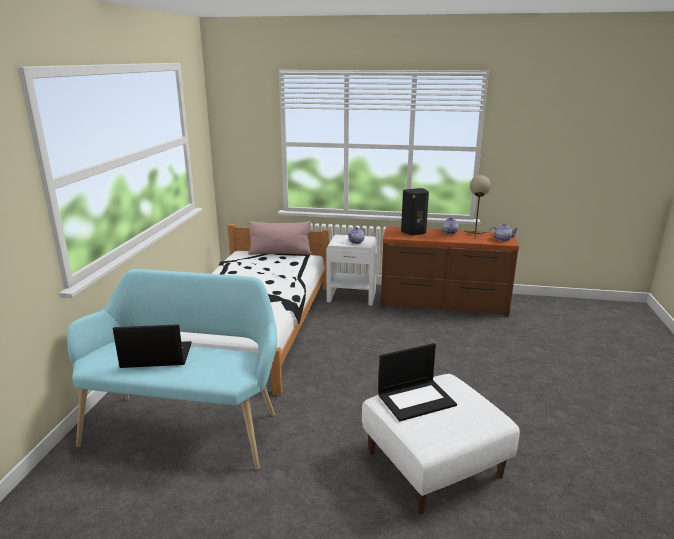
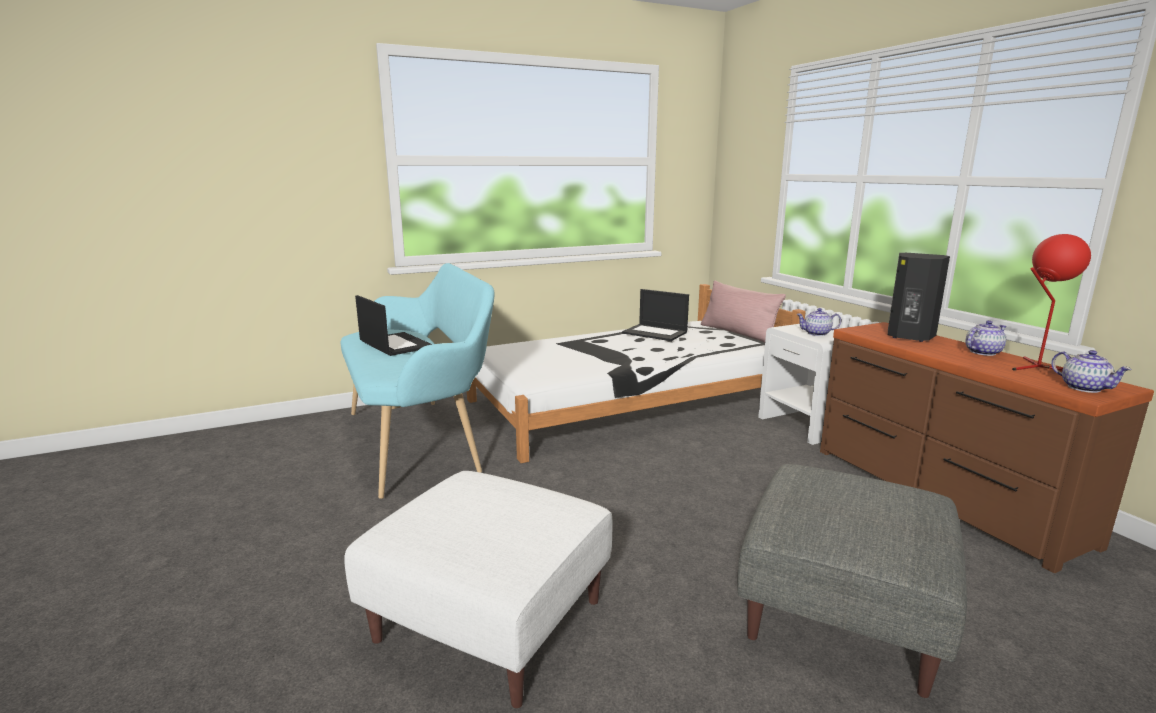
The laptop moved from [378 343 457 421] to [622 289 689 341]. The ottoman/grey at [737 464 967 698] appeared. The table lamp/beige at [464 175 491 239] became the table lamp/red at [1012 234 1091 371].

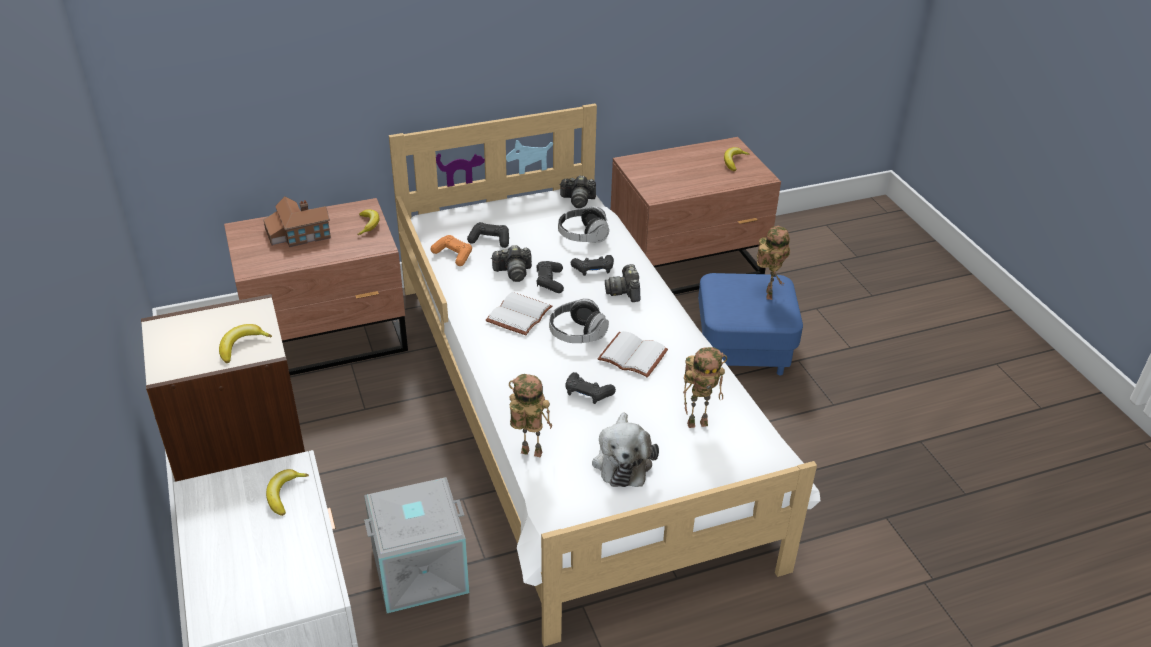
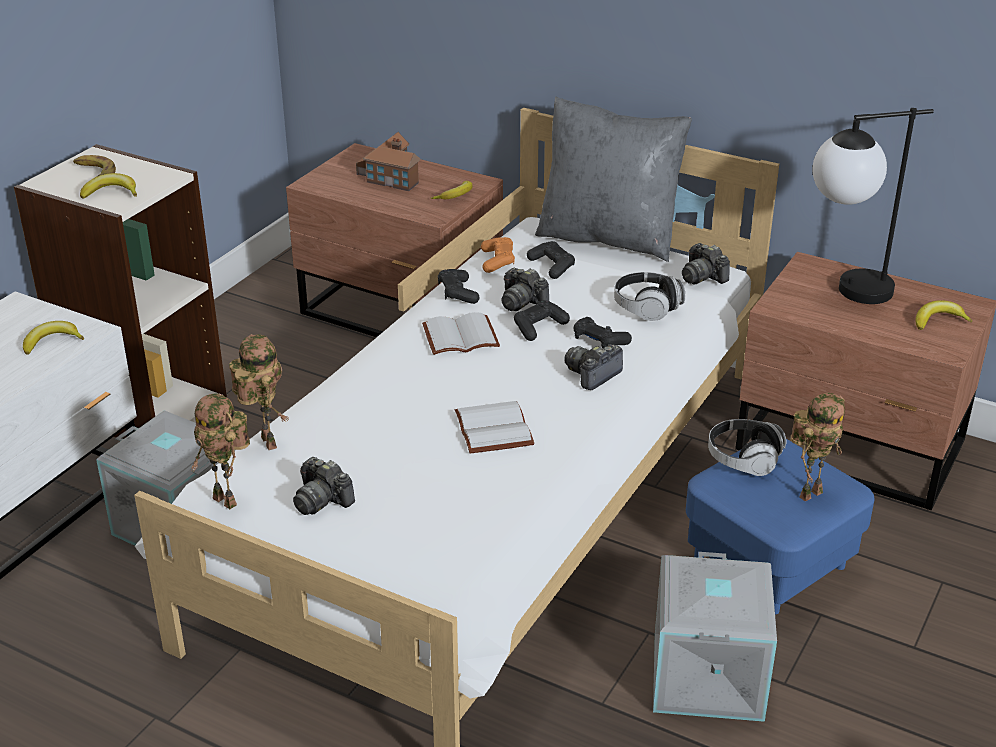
The banana at [73 155 116 177] appeared. The toy robot moved from [683 347 727 428] to [191 393 250 509]. The plush toy at [592 412 659 487] was replaced by the photo camera at [293 457 355 515]. The game controller/black moved from [566 372 616 404] to [438 269 480 304]. The pillow/grey at [535 97 692 262] appeared. The storage box/grey at [653 552 777 722] appeared. The headphones moved from [549 298 609 343] to [708 419 786 476]. The table lamp at [812 108 934 304] appeared.

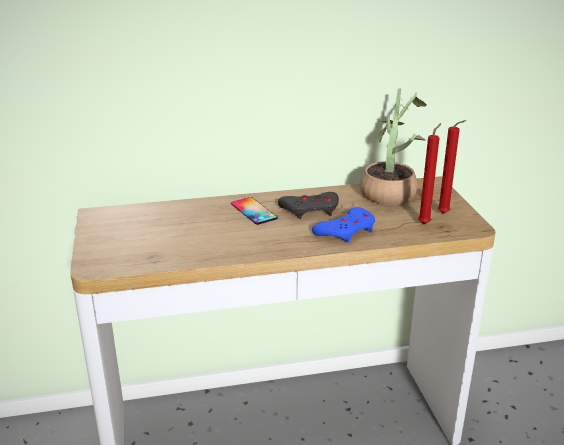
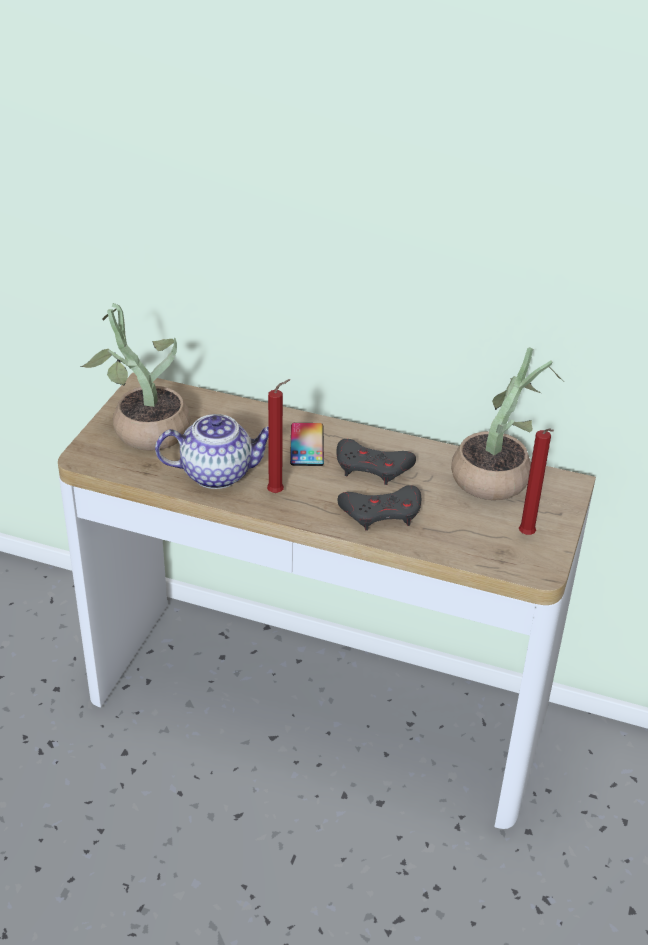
The potted plant at [80 303 190 451] appeared. The teapot at [155 414 268 489] appeared. The candle/red moved from [418 123 441 224] to [267 379 290 493]. The game controller/blue at [312 207 375 243] became the game controller/grey at [338 485 421 530].

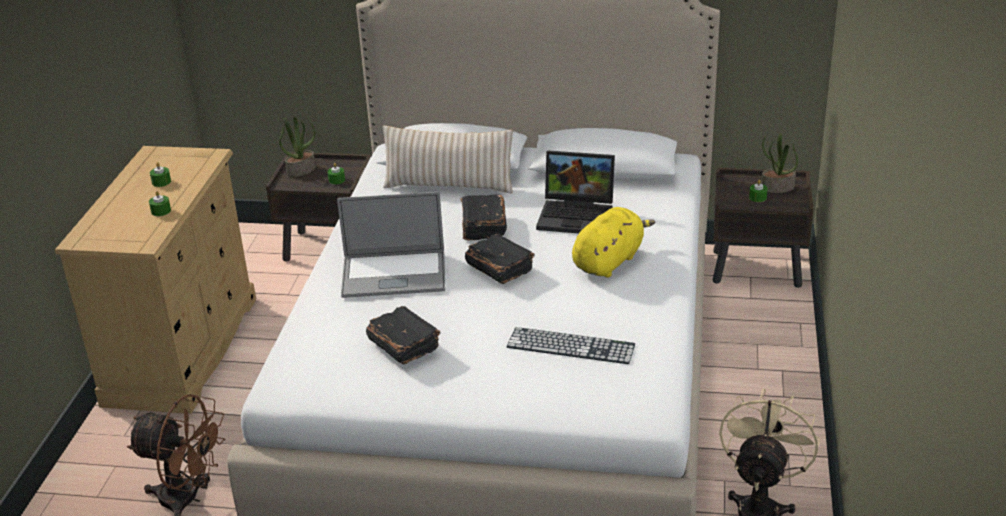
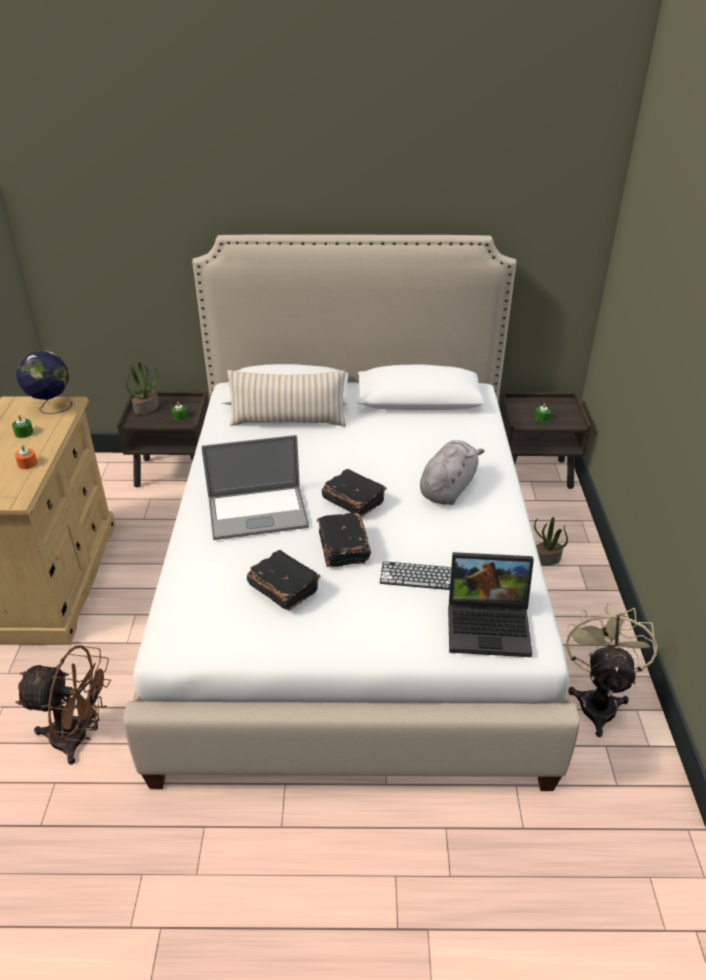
The candle/green at [149 191 171 216] became the candle/orange at [15 445 37 469]. The globe at [16 350 73 414] appeared. The book/black moved from [461 194 507 241] to [317 513 371 567]. The plush toy/yellow at [572 207 655 278] became the plush toy/grey at [420 440 484 505]. The laptop moved from [536 150 615 234] to [448 552 534 657]. The potted plant moved from [761 133 798 193] to [534 517 568 566].

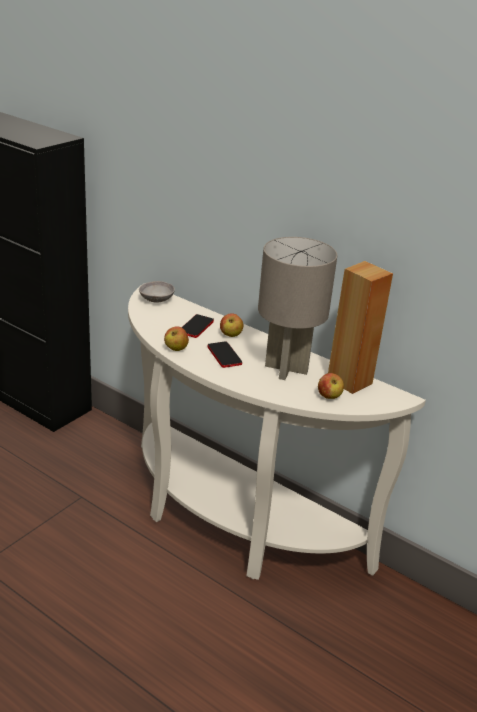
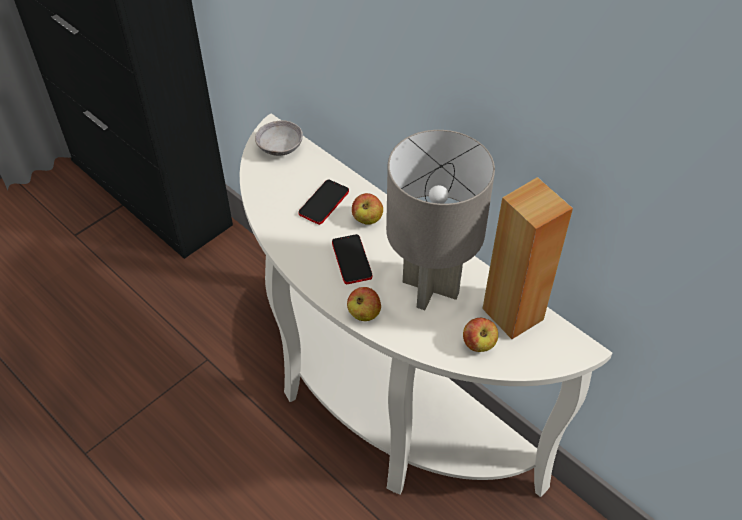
The apple moved from [164 326 189 351] to [347 287 381 321].

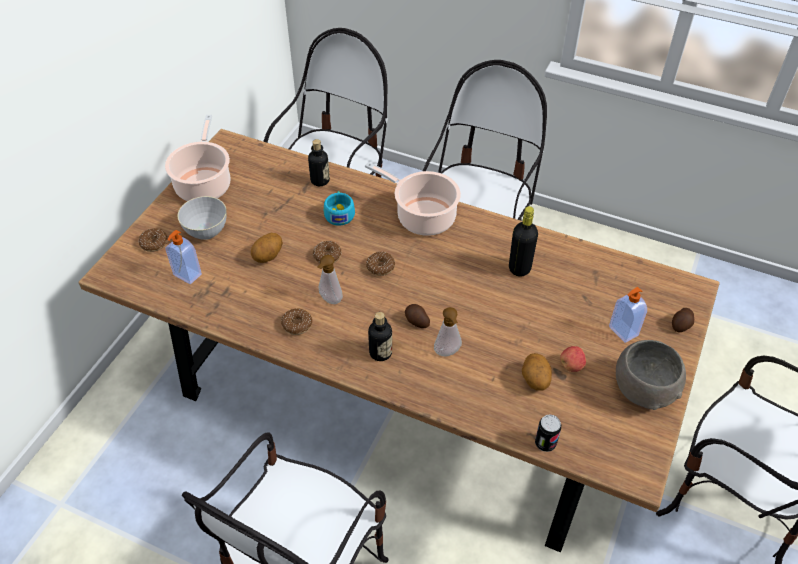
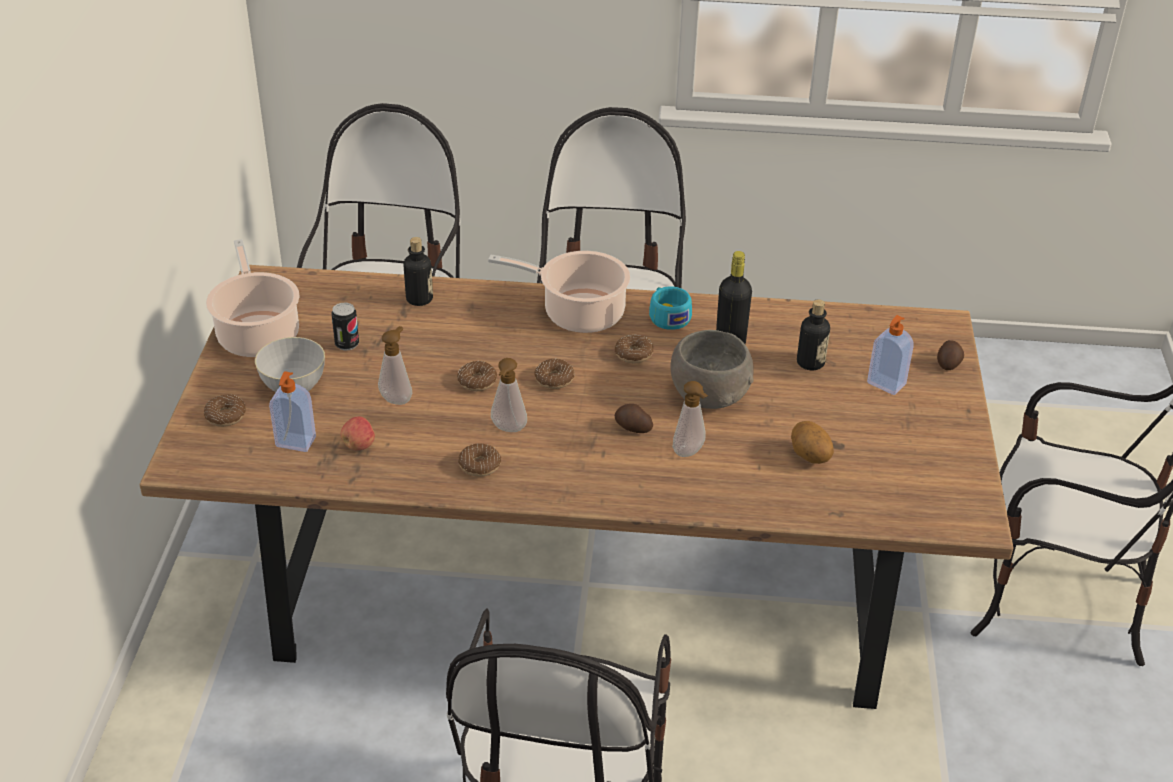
The can moved from [535 414 561 452] to [332 302 359 351]. The apple moved from [560 346 586 372] to [341 417 375 450]. The potato at [251 233 283 263] was replaced by the soap dispenser at [378 326 412 405]. The donut at [615 335 654 363] appeared. The cup/turquoise moved from [324 191 355 226] to [649 287 692 330]. The bowl/grey moved from [616 340 686 410] to [670 330 754 409]. The bottle moved from [368 312 392 361] to [797 299 830 370].

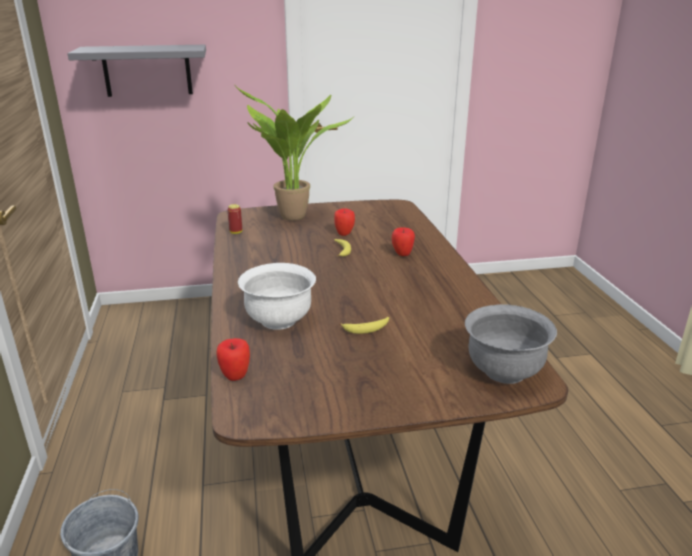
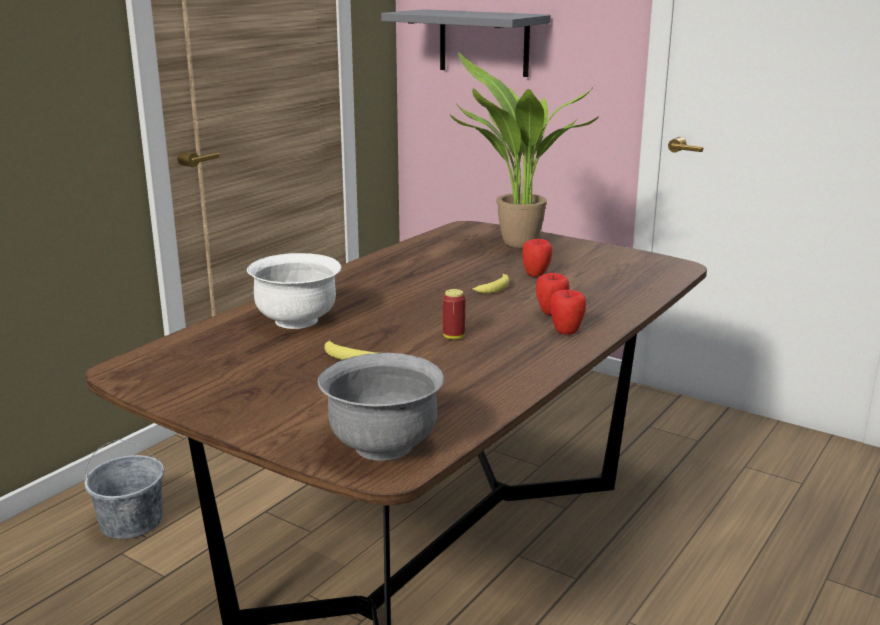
The can moved from [228 204 242 234] to [443 289 466 340]. The apple moved from [216 338 250 381] to [550 290 586 335].

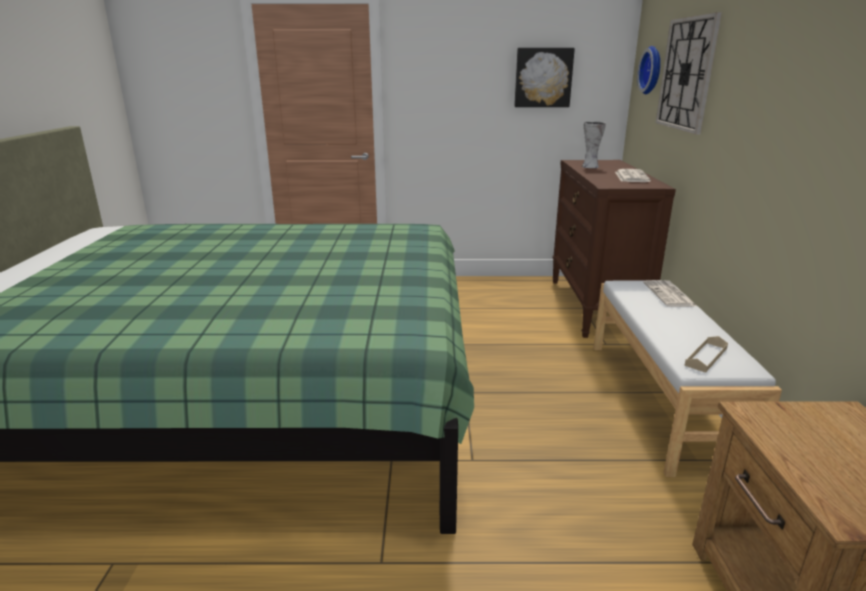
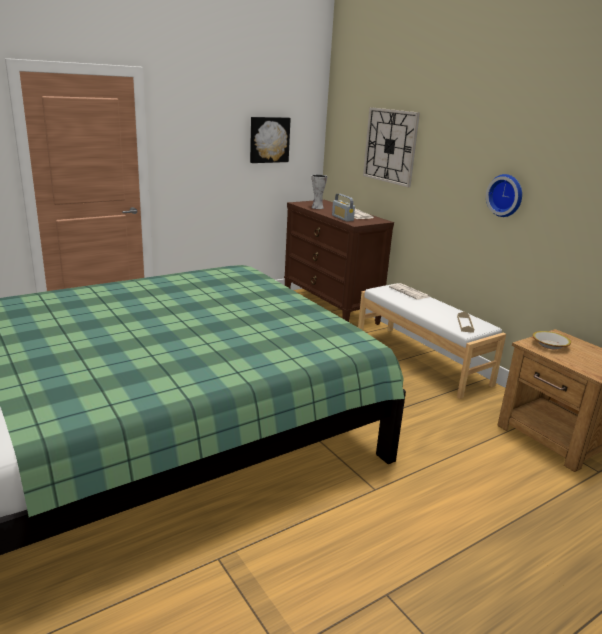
The radio at [332 194 355 221] appeared. The wall clock moved from [637 46 660 94] to [486 174 522 217]. The bowl at [533 331 571 350] appeared.

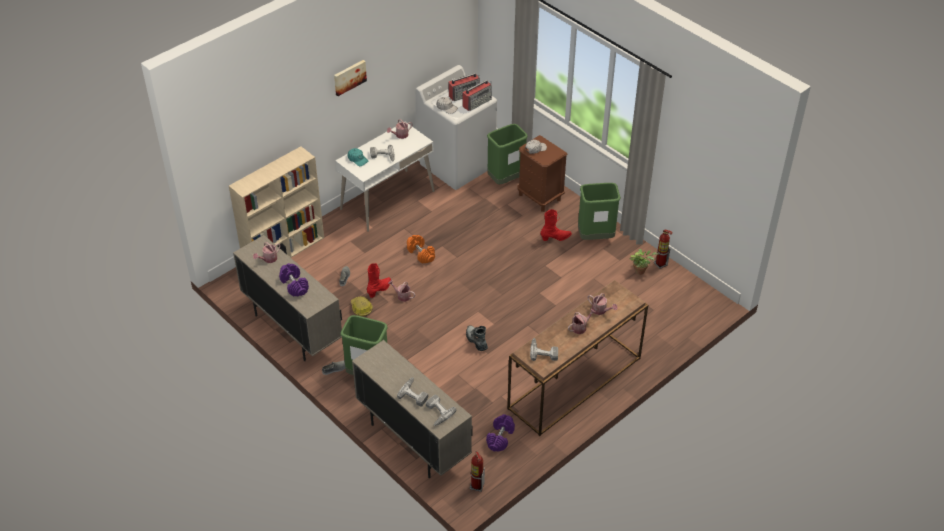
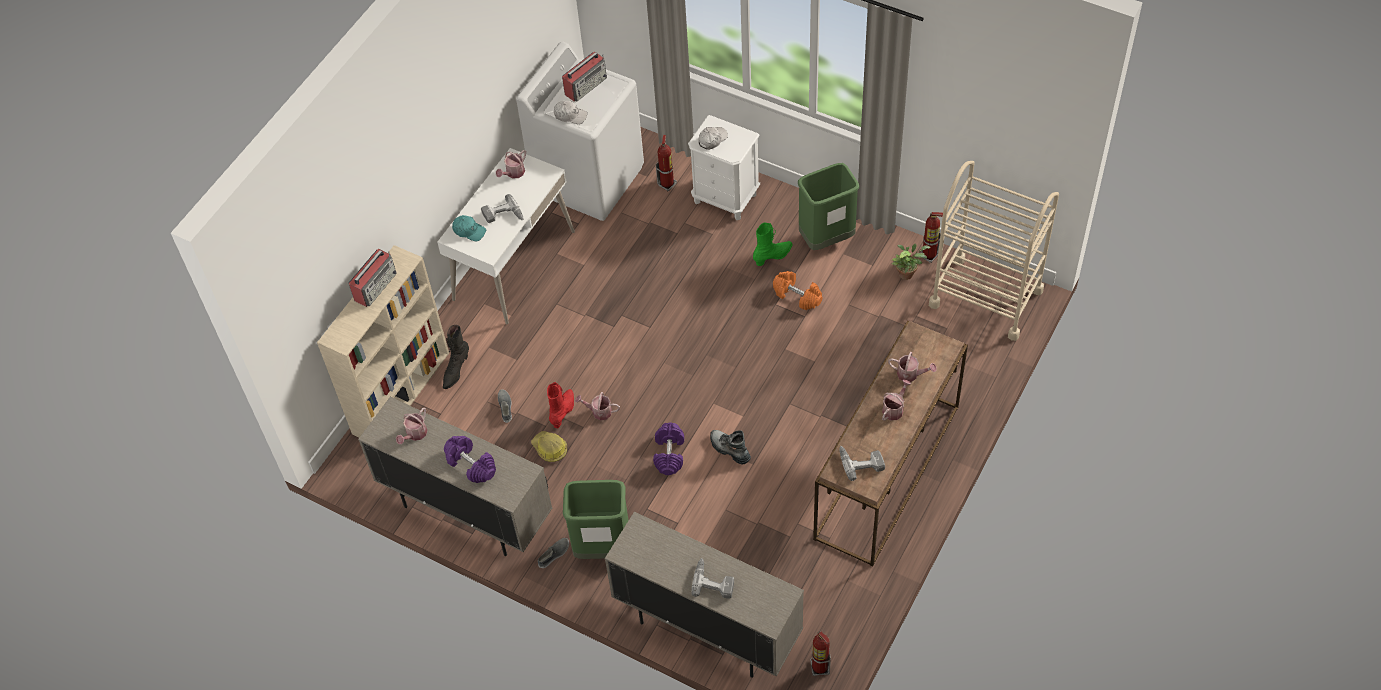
The radio moved from [462 80 492 111] to [349 249 397 307]. The boot/black at [443 325 469 389] appeared. The dumbbell/purple moved from [486 414 515 452] to [653 423 684 475]. The trash can/green at [487 124 528 184] was replaced by the fire extinguisher at [656 135 677 191]. The nightstand/brown at [517 135 568 212] became the nightstand/white at [688 115 760 220]. The boot/red at [540 209 572 241] became the boot/green at [753 222 793 266]. The dumbbell/orange moved from [407 235 435 264] to [773 271 822 310]. The cart/beige at [929 161 1059 341] appeared. The picture at [334 60 367 96] disappeared. The power drill at [426 395 456 426] disappeared.

